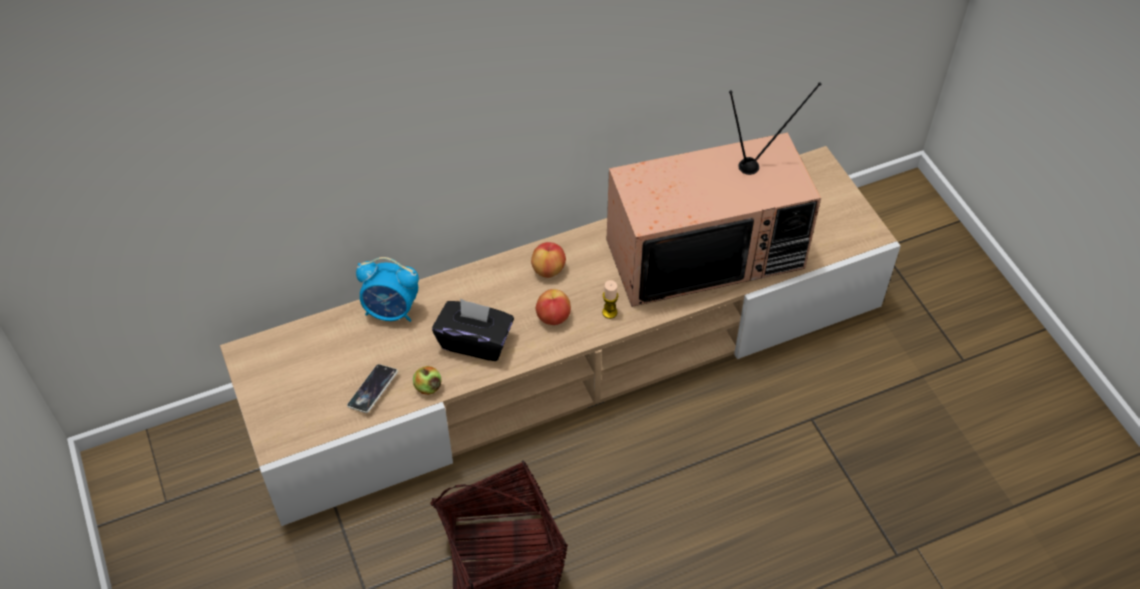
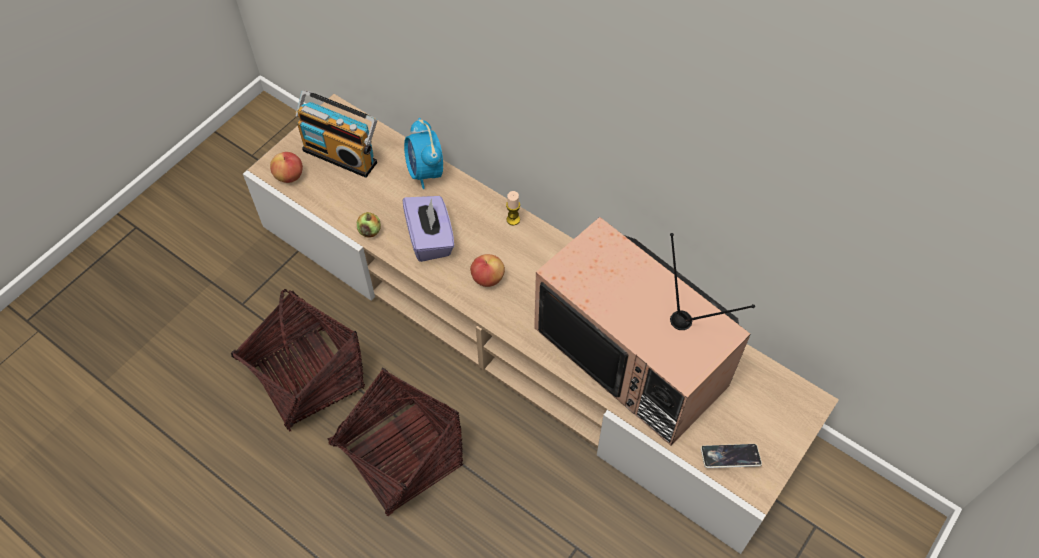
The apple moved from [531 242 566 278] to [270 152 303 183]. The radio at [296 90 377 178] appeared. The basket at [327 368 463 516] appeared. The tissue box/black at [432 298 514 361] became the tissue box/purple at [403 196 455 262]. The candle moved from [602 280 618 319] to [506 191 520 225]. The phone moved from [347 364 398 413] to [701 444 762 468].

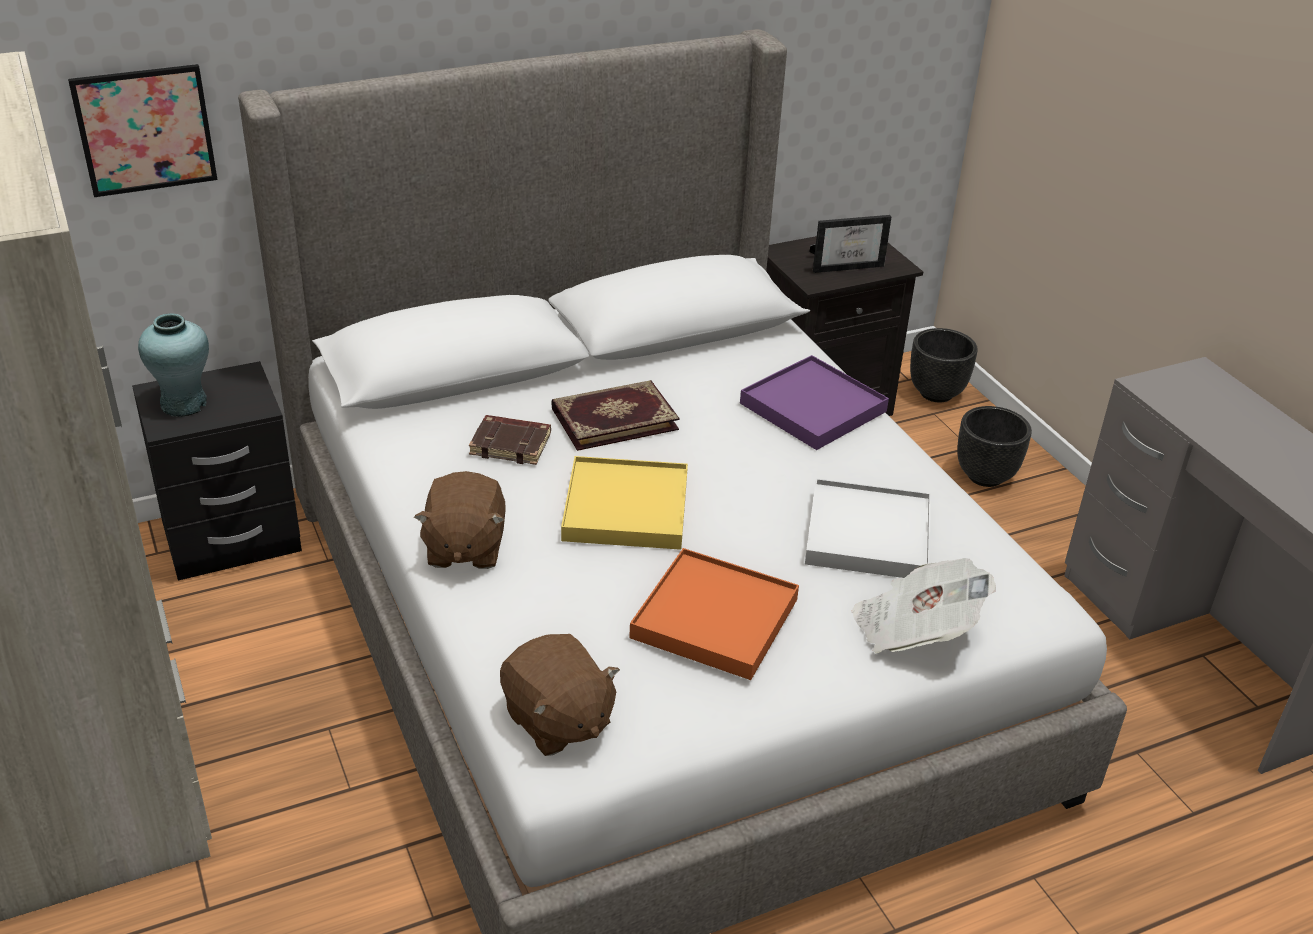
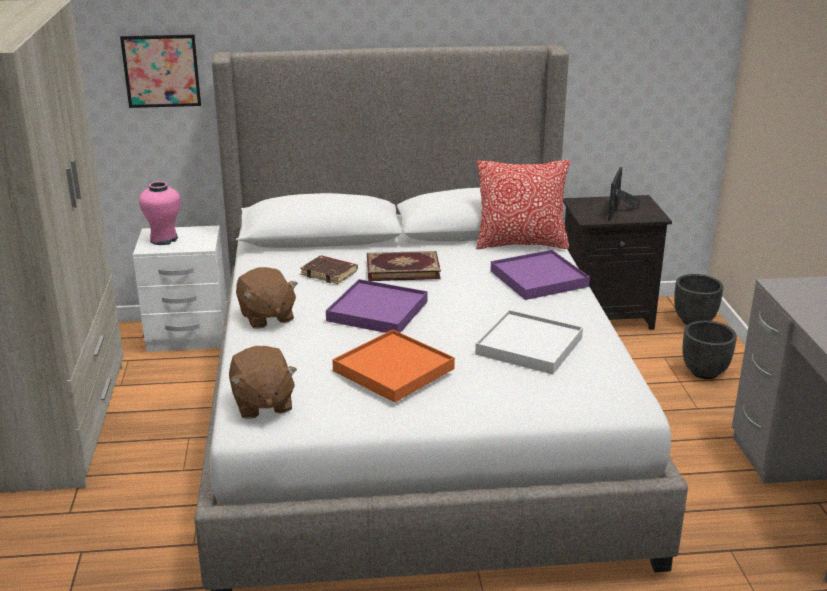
The nightstand/black at [132 361 302 581] became the nightstand/white at [133 226 227 352]. The vase/turquoise at [138 313 209 417] became the vase/pink at [139 181 181 245]. The plush toy/brown at [414 471 506 569] turned 45 degrees counterclockwise. The tray/yellow at [561 456 688 550] became the tray/purple at [326 279 428 333]. The pillow at [477 160 570 249] appeared. The picture frame at [809 215 891 273] turned 105 degrees clockwise. The newspaper at [852 558 996 653] disappeared.

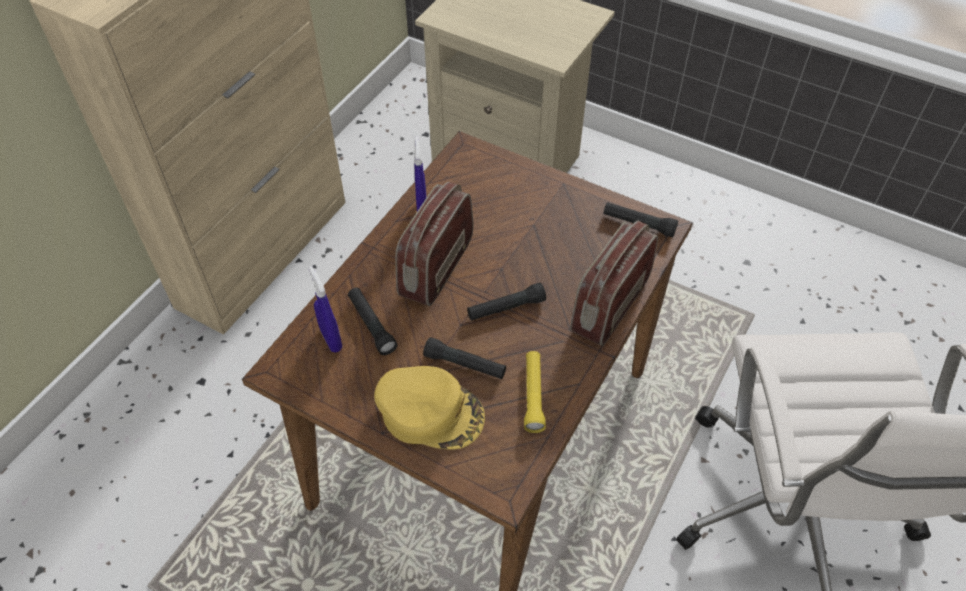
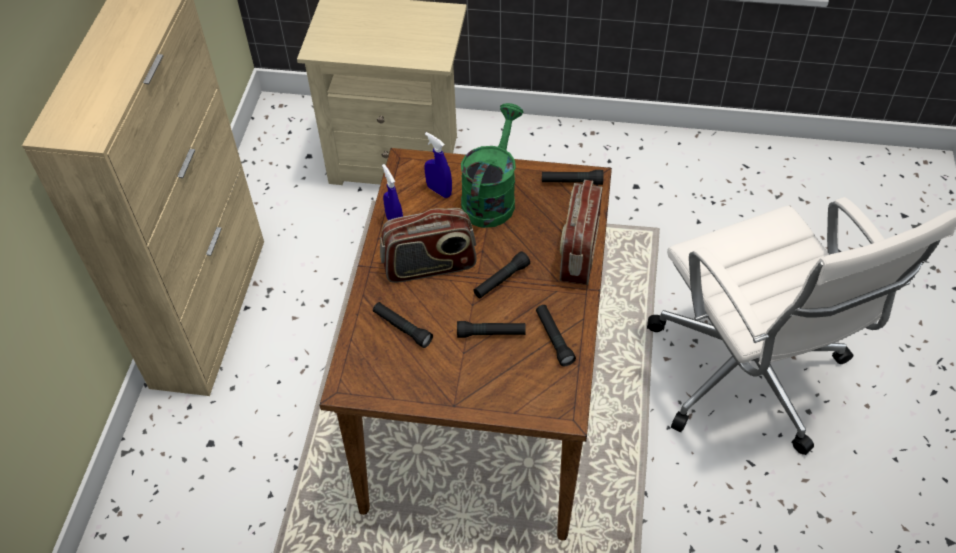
The radio at [395 182 473 306] turned 105 degrees counterclockwise. The spray bottle/blue moved from [309 266 342 352] to [425 132 452 198]. The watering can/green at [461 103 523 228] appeared. The flashlight/yellow at [524 351 546 433] became the flashlight/black at [536 305 576 366]. The cap/yellow at [374 366 485 449] disappeared.

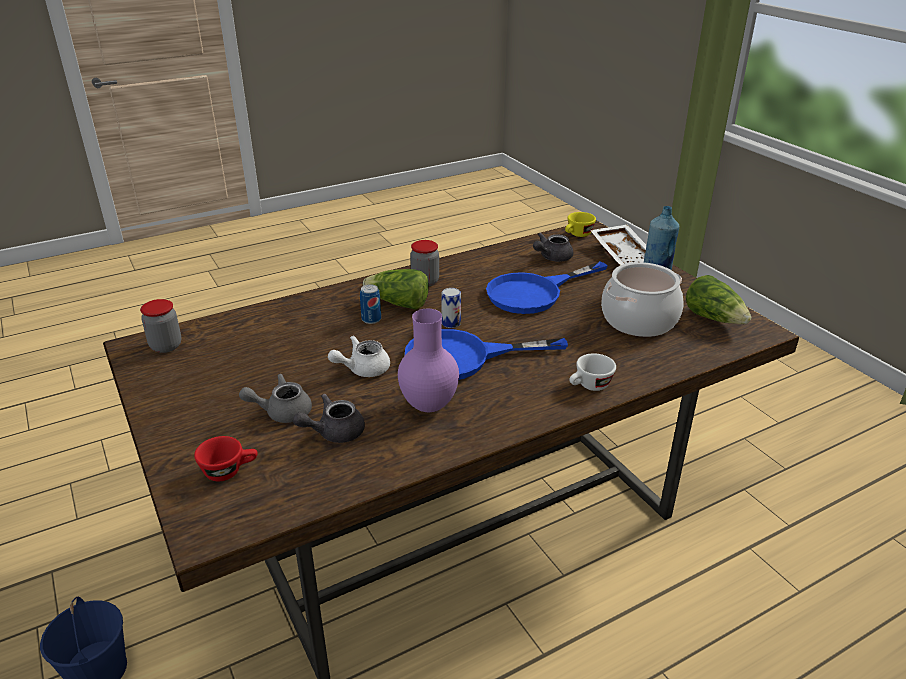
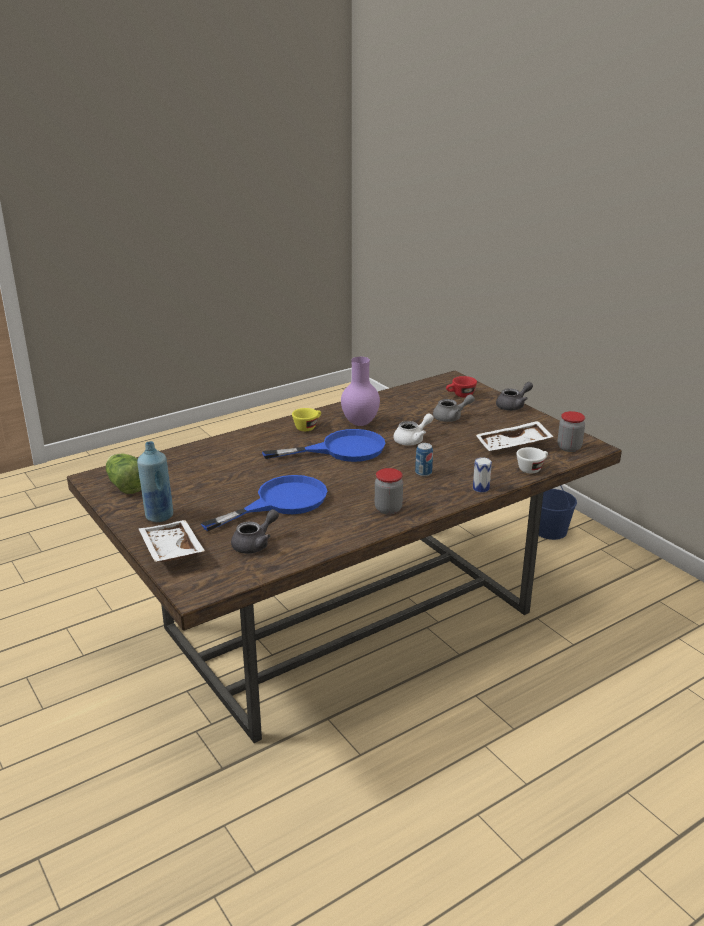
The cup/yellow moved from [565 212 596 237] to [292 408 321 431]. The can moved from [441 288 461 328] to [473 457 492 492]. The tray/white at [476 421 553 451] appeared. The teapot/grey moved from [293 394 365 443] to [496 382 533 411]. The cup/white moved from [569 353 616 391] to [516 447 548 474]. The lettuce at [363 269 429 310] disappeared. The cooking pot at [601 262 684 337] disappeared.

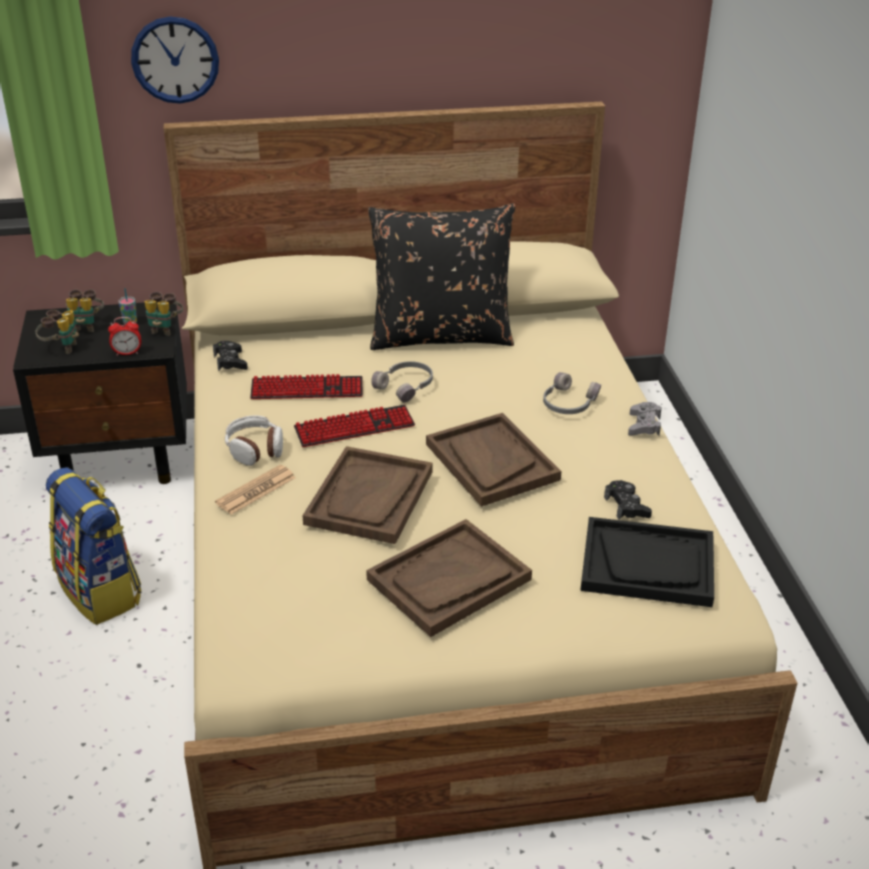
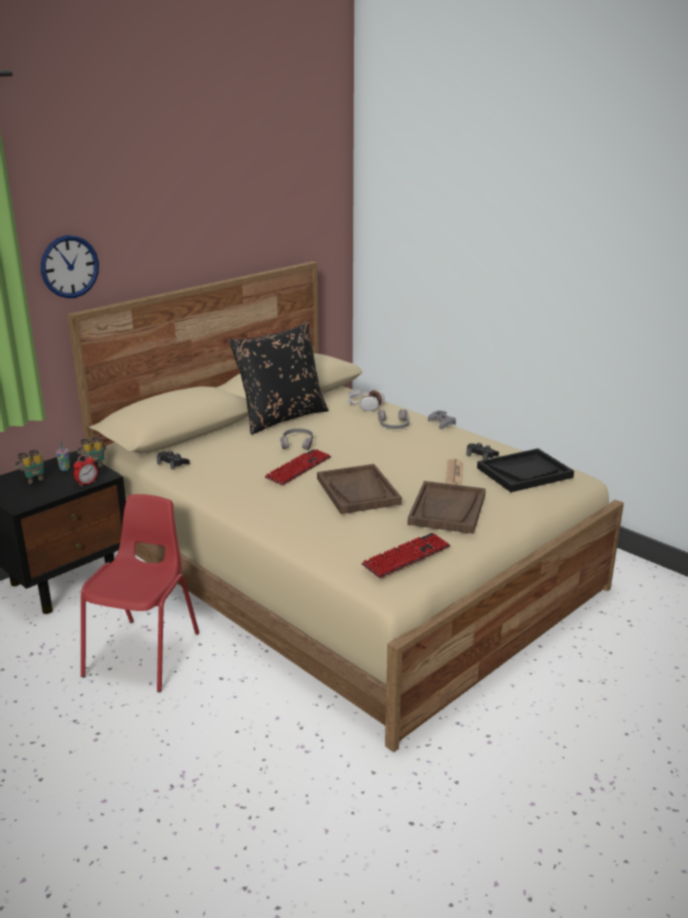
The backpack at [46 467 141 625] was replaced by the chair/red at [81 494 199 692]. The headphones moved from [225 415 283 466] to [348 389 385 411]. The keyboard moved from [250 374 363 399] to [362 533 450 578]. The newspaper moved from [215 465 296 515] to [446 459 463 485]. The binoculars at [35 310 79 354] disappeared. The tray/brown at [426 413 562 507] disappeared.

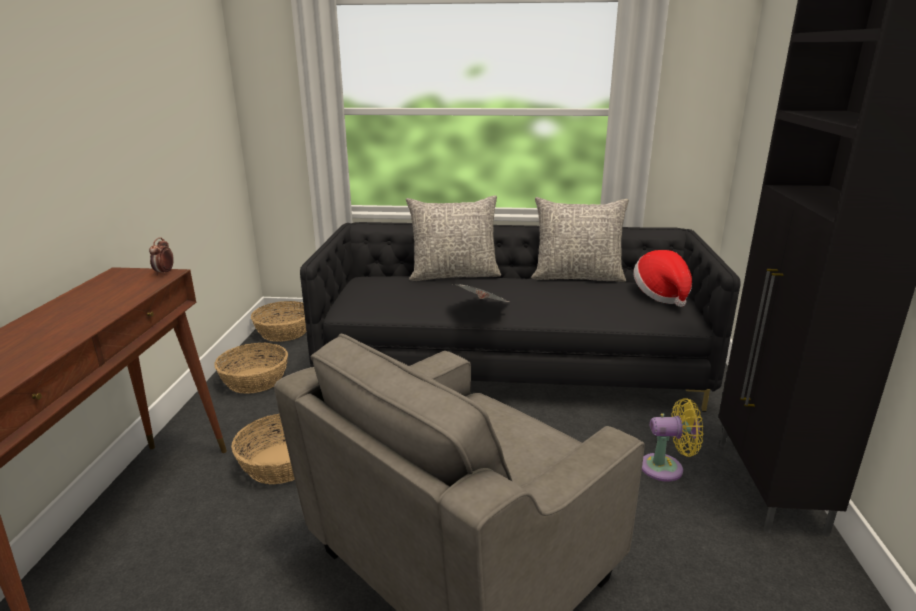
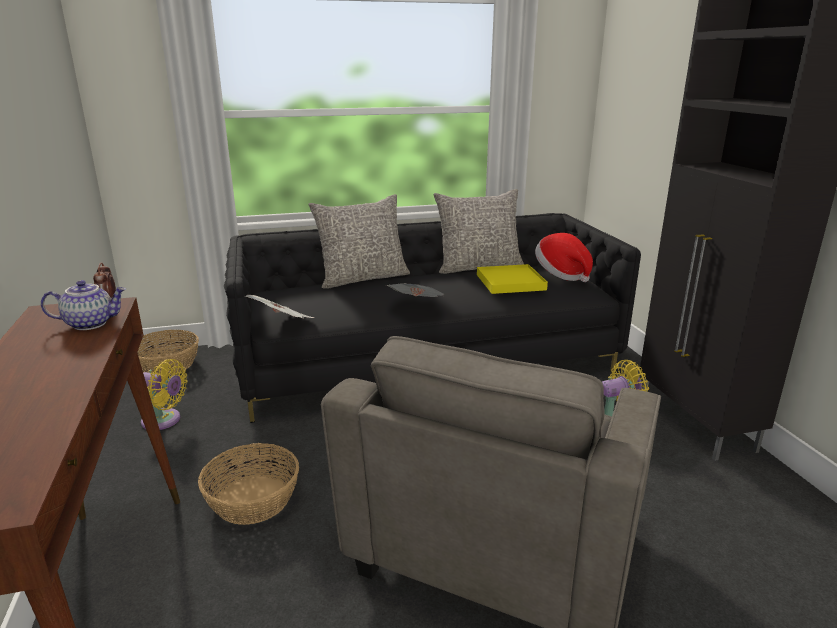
The teapot at [41 280 126 330] appeared. The basket at [214 343 288 394] was replaced by the fan/yellow at [141 359 188 430]. The newspaper at [245 295 314 318] appeared. The tray/yellow at [477 264 548 294] appeared.

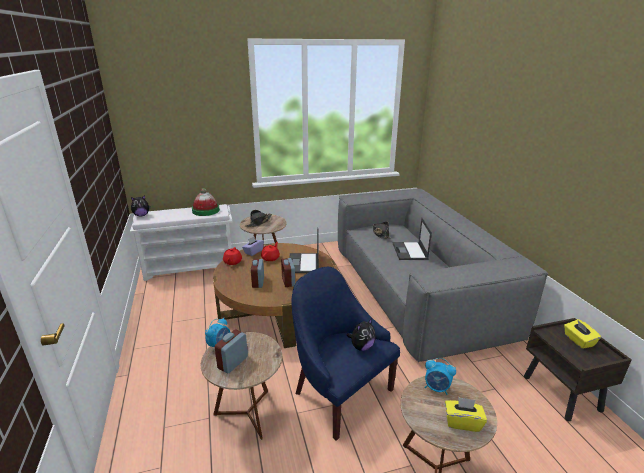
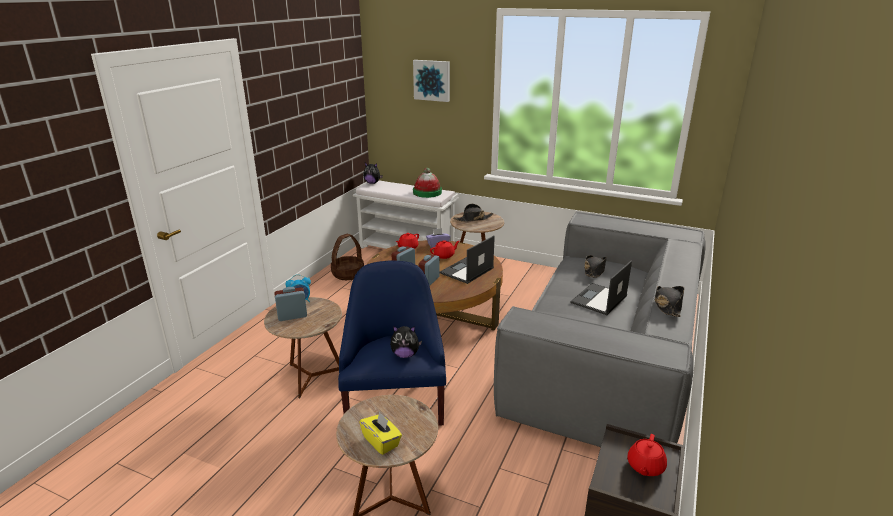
The basket at [331 234 364 280] appeared. The picture at [413 60 450 102] appeared. The tissue box/yellow at [564 319 601 349] was replaced by the teapot/red at [628 434 667 476]. The hat/black at [655 286 685 317] appeared. The alarm clock at [424 358 456 395] disappeared.

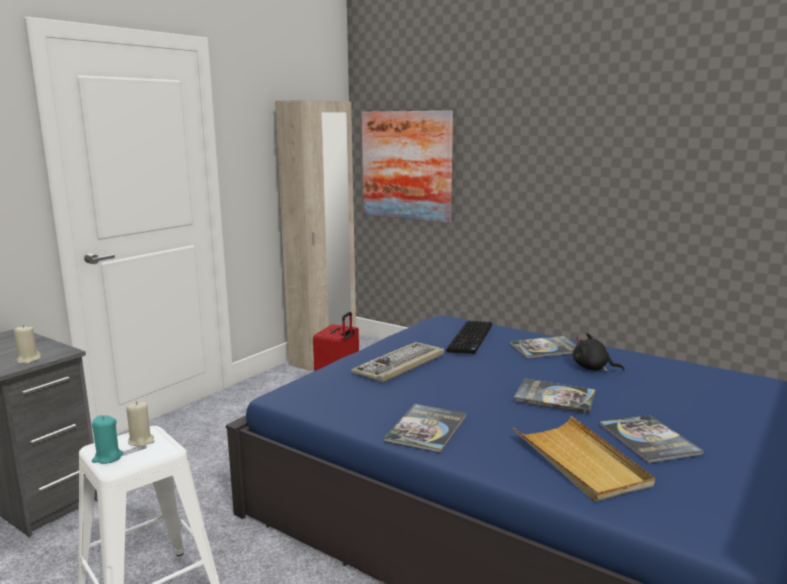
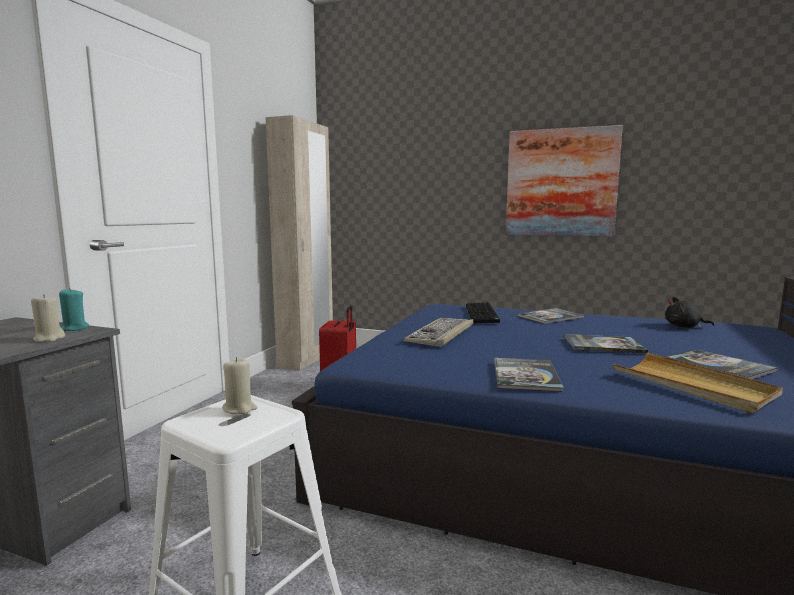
The candle/turquoise moved from [92 415 123 464] to [59 288 89 331]. The picture moved from [362 111 453 223] to [506 125 623 237]. The plush toy/black moved from [573 333 625 372] to [665 297 714 328].

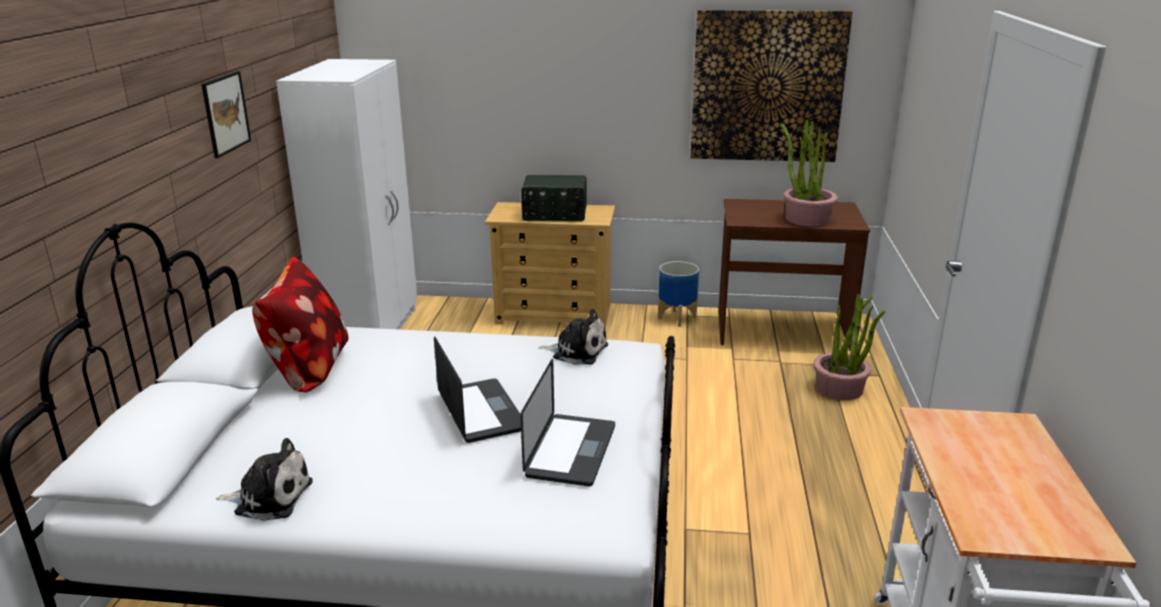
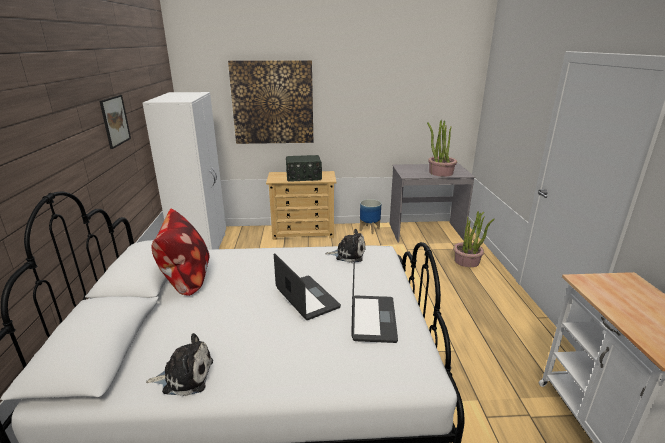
The picture moved from [690 10 853 162] to [228 60 313 144]. The desk/brown at [718 199 870 351] became the desk/grey at [390 163 475 242].

